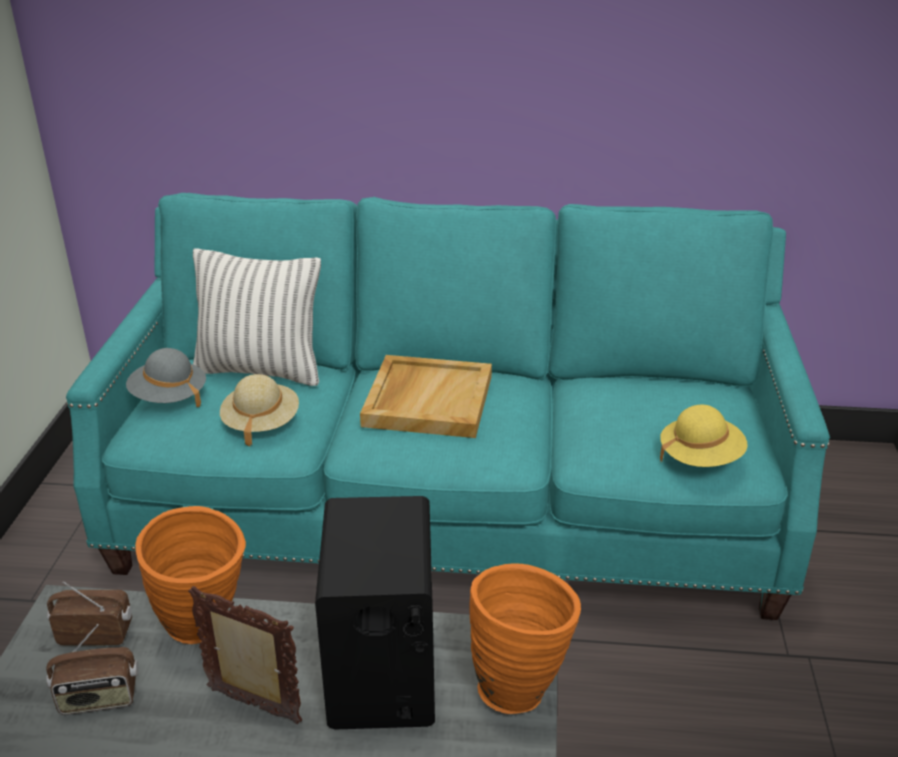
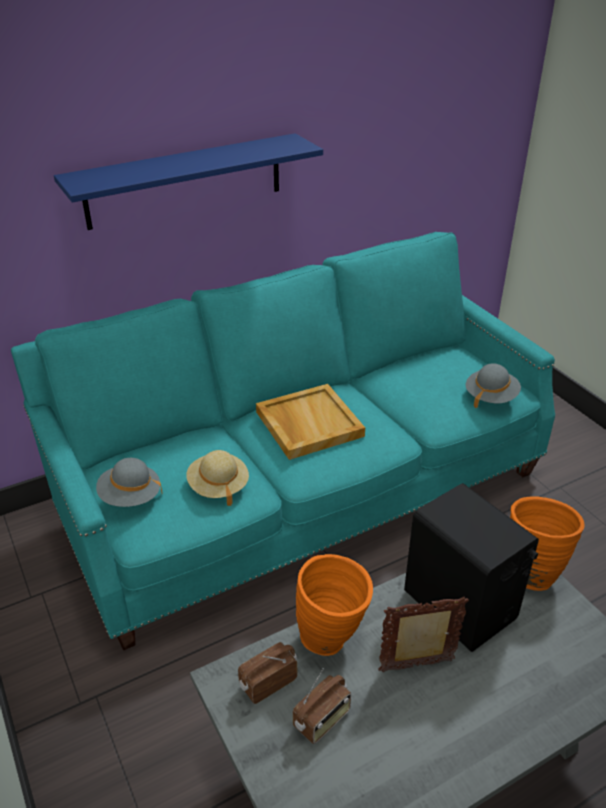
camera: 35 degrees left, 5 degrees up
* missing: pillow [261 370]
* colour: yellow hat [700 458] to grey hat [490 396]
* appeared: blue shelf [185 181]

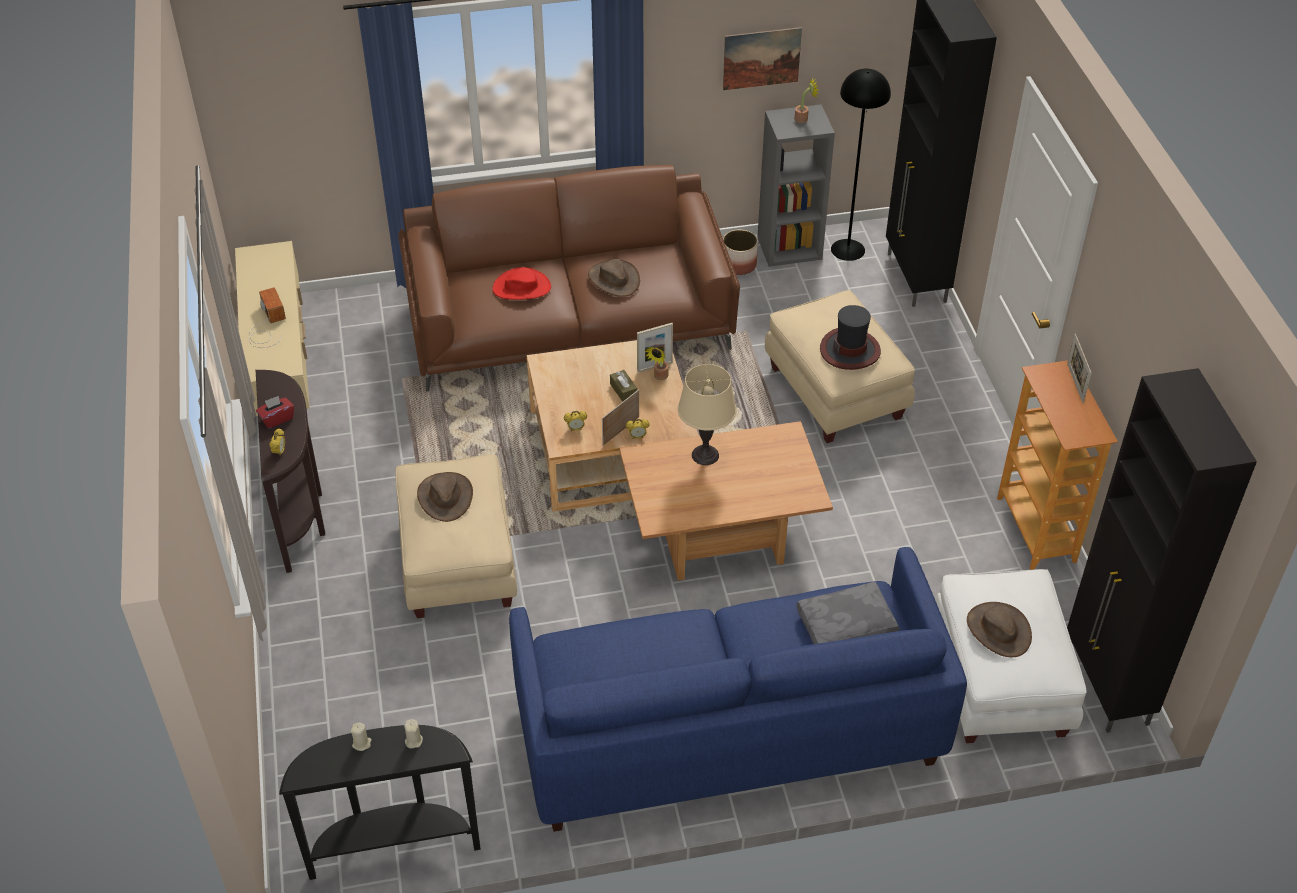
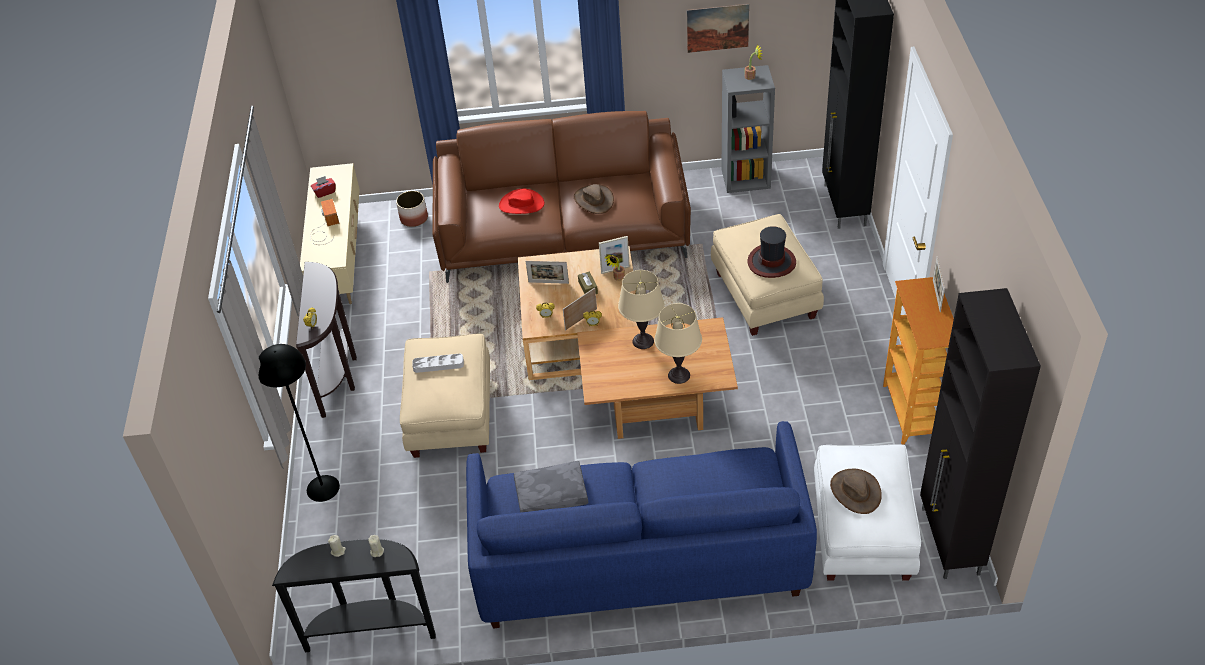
camera: 10 degrees right, 0 degrees up
* relocated: red tissue box [277 419] to [324 192]
* exchanged: brown hat [445 497] to grey tray [438 365]
* relocated: planter [739 264] to [414 218]
* relocated: grey pillow [846 626] to [551 495]
* relocated: black floor lamp [847 249] to [322 488]
* appeared: picture frame [548 282]
* appeared: beige table lamp [679 375]

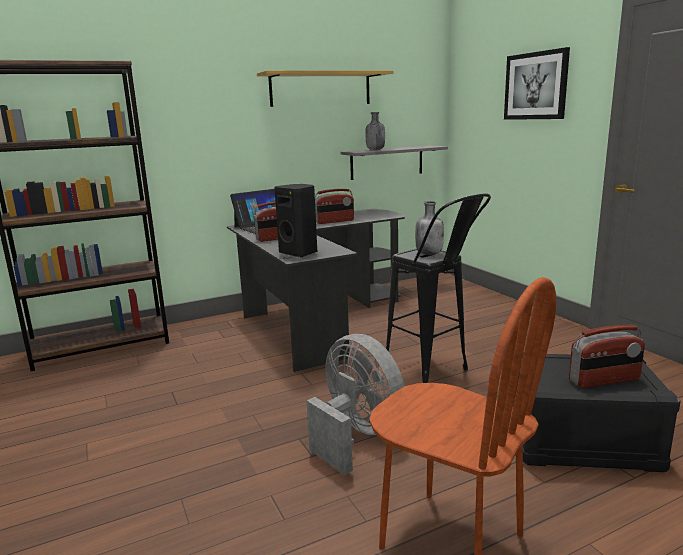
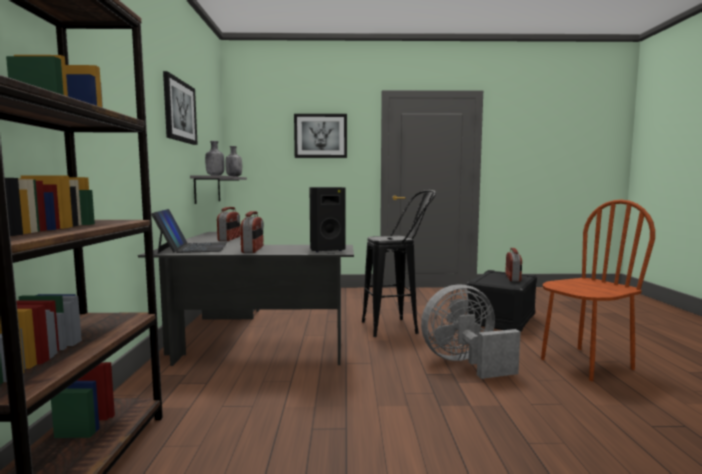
camera: 65 degrees left, 10 degrees down
* exchanged: shelf [321 89] to picture [179 111]
* relocated: grey bottle [429 254] to [234 176]

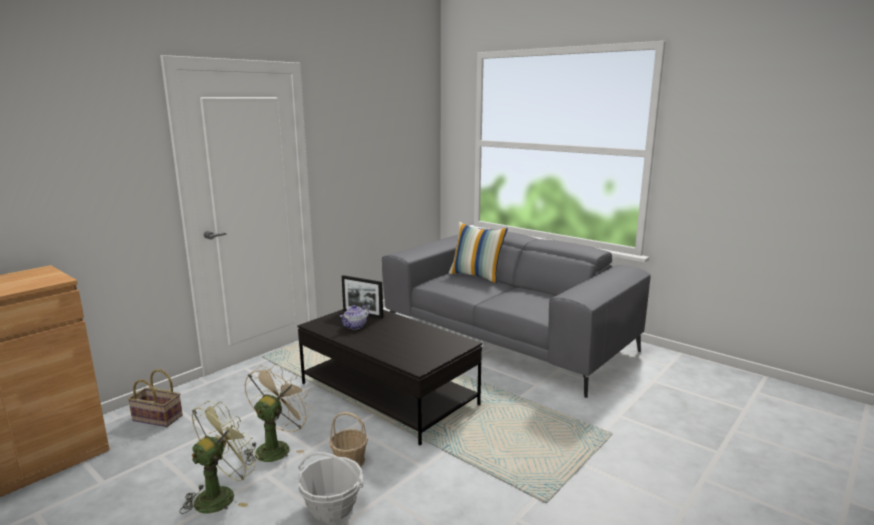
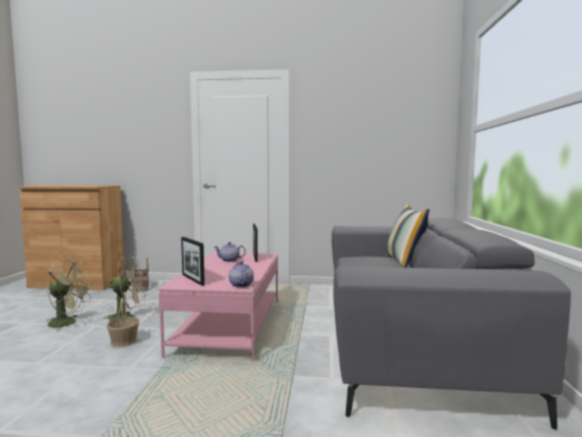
camera: 55 degrees right, 10 degrees down
* missing: basket [332 507]
* colour: black coffee table [388 394] to pink coffee table [230 325]
* appeared: picture frame [193 279]
* appeared: teapot [240 285]

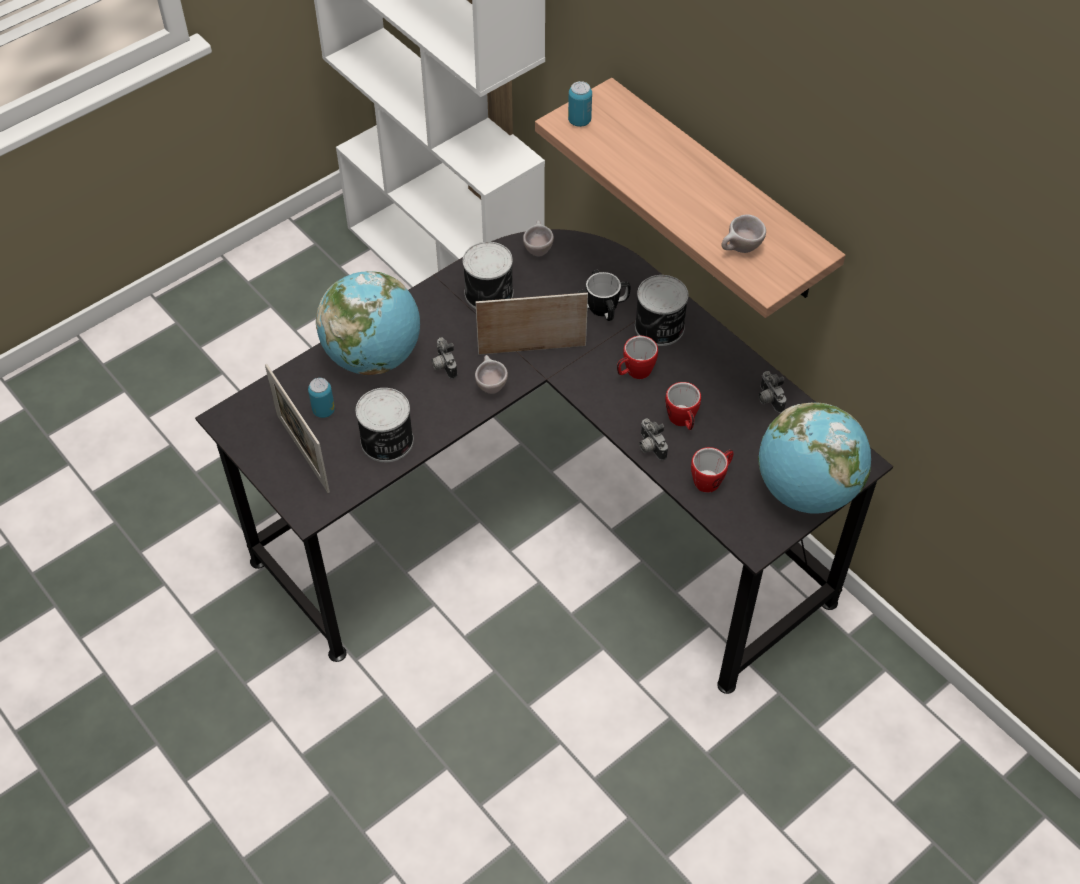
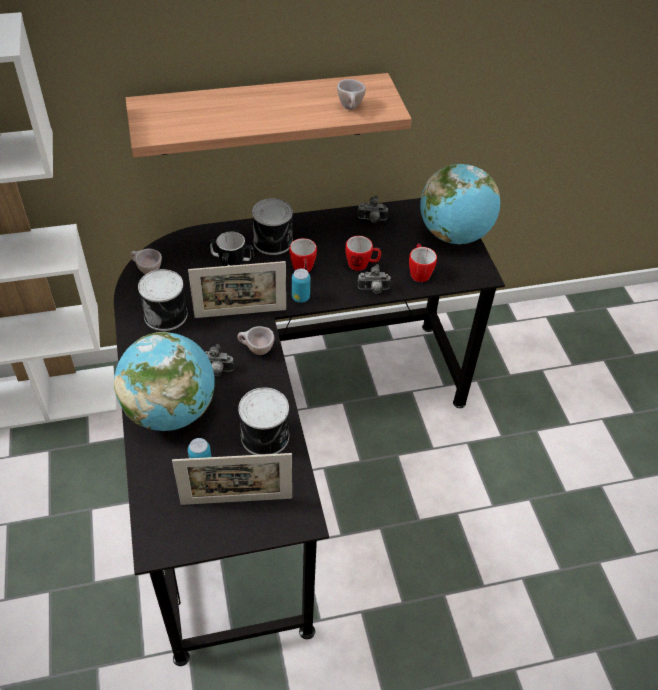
camera: 65 degrees left, 5 degrees down
* spun: picture frame [532 349] = [240 313] 120 degrees counterclockwise
* relocated: can [579 121] to [300 297]

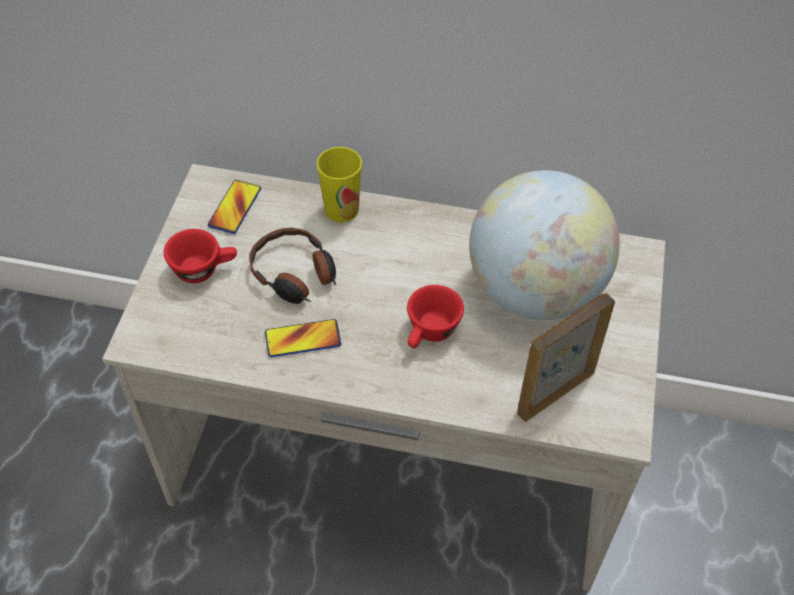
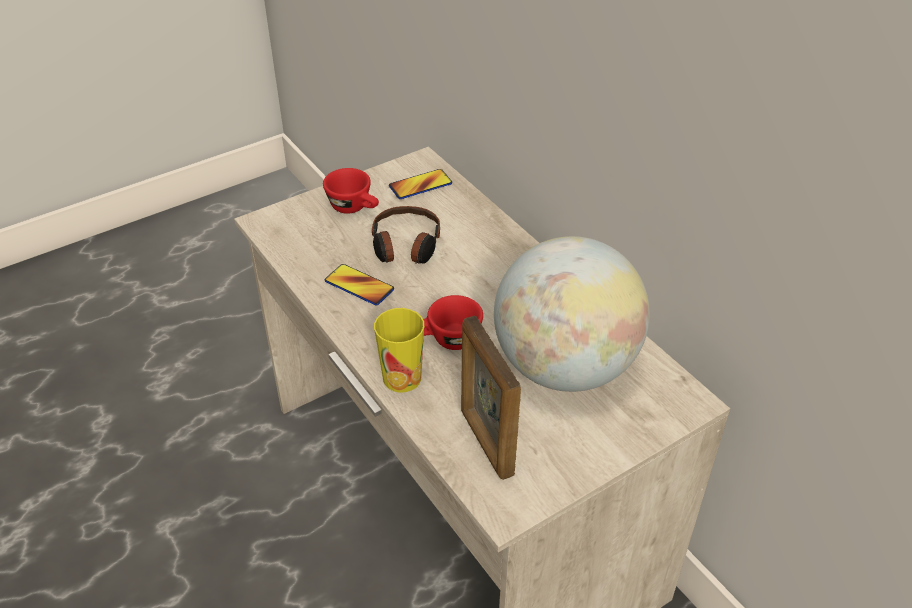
camera: 45 degrees right, 10 degrees down
* relocated: cup [341 209] to [402 378]
* spun: picture frame [554 393] = [486 442] 120 degrees counterclockwise

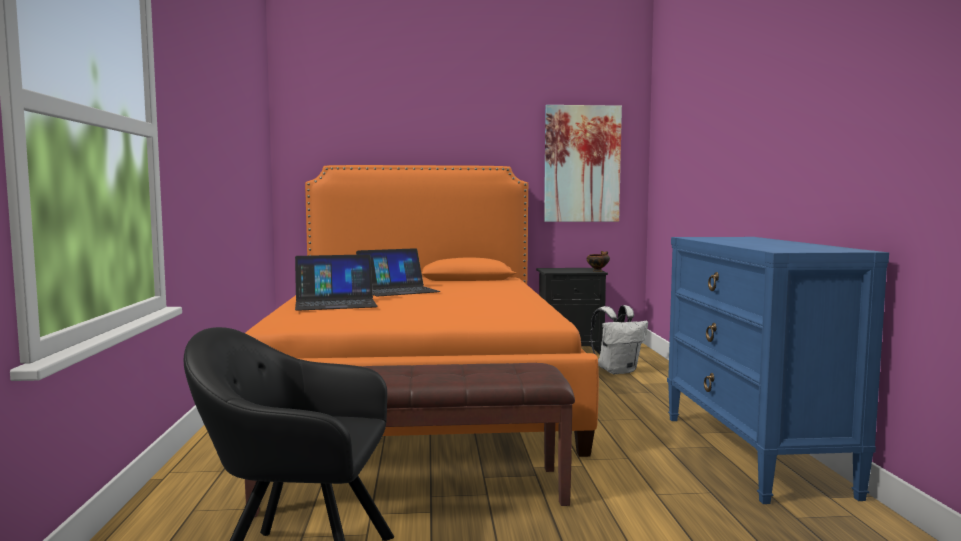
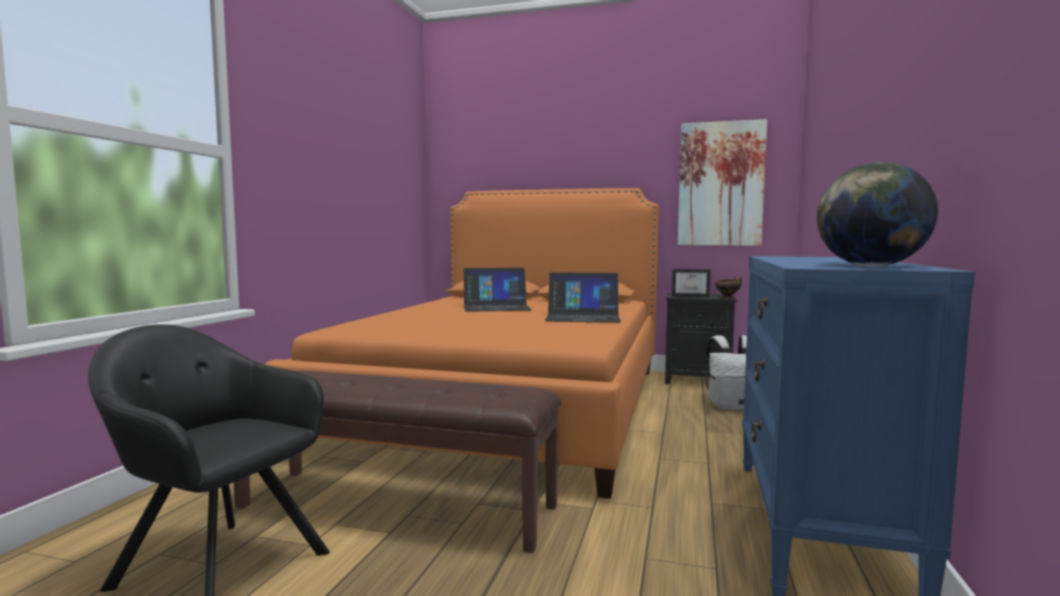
camera: 20 degrees right, 0 degrees up
* relocated: laptop [335 303] to [583 317]
* appeared: picture frame [690 296]
* appeared: globe [870 266]

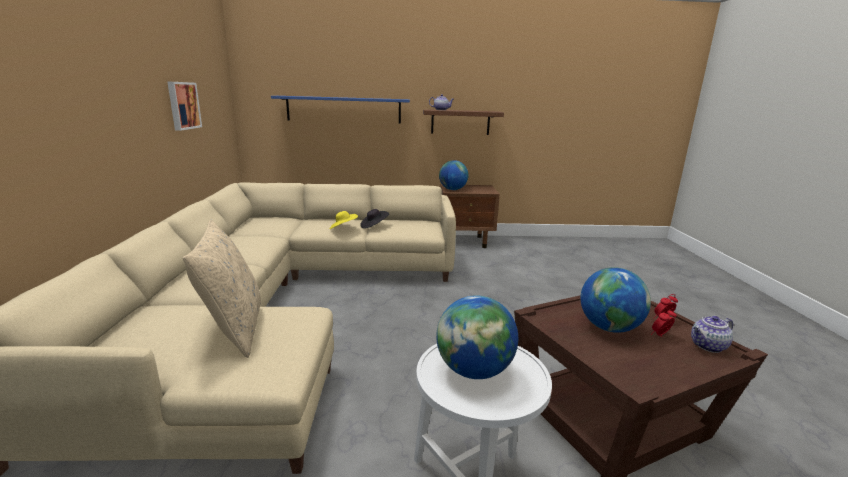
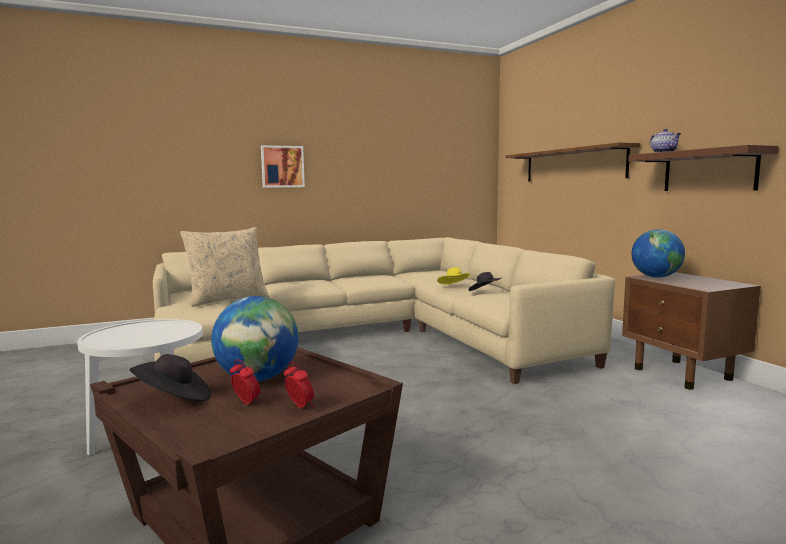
camera: 70 degrees right, 10 degrees down
* relocated: picture [183 105] to [282 166]
* colour: blue shelf [344 109] to brown shelf [573 165]
* missing: globe [474 371]
* missing: teapot [708 346]
* appeared: black hat [174 399]

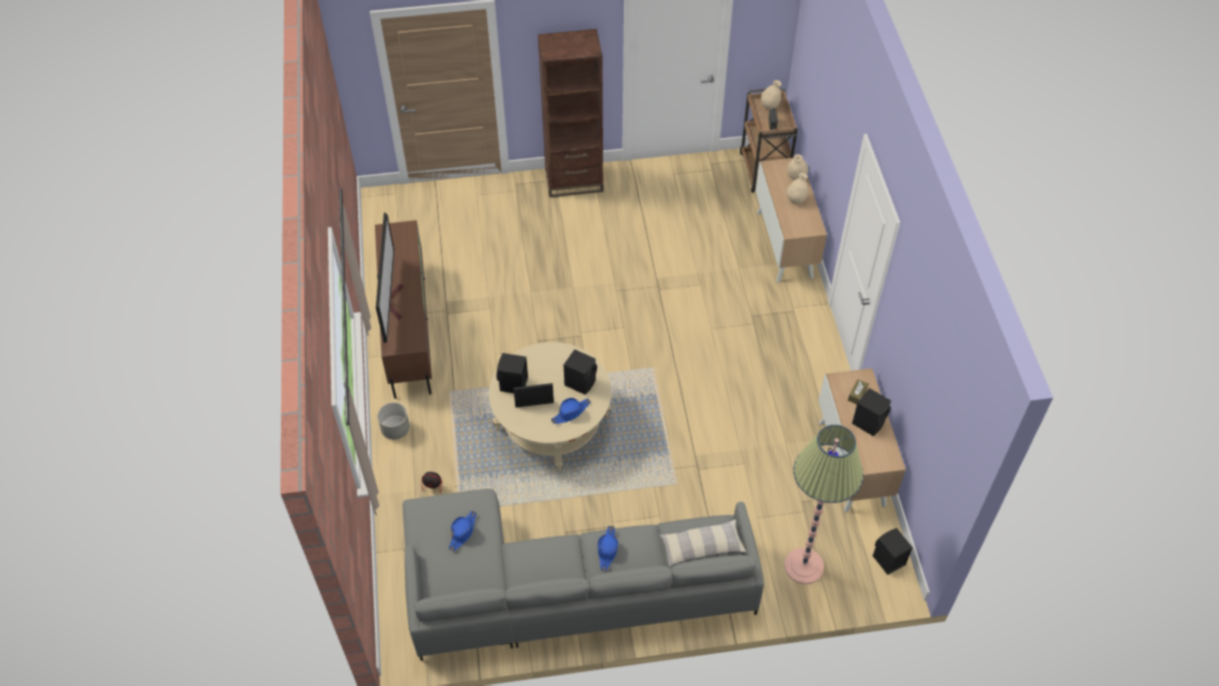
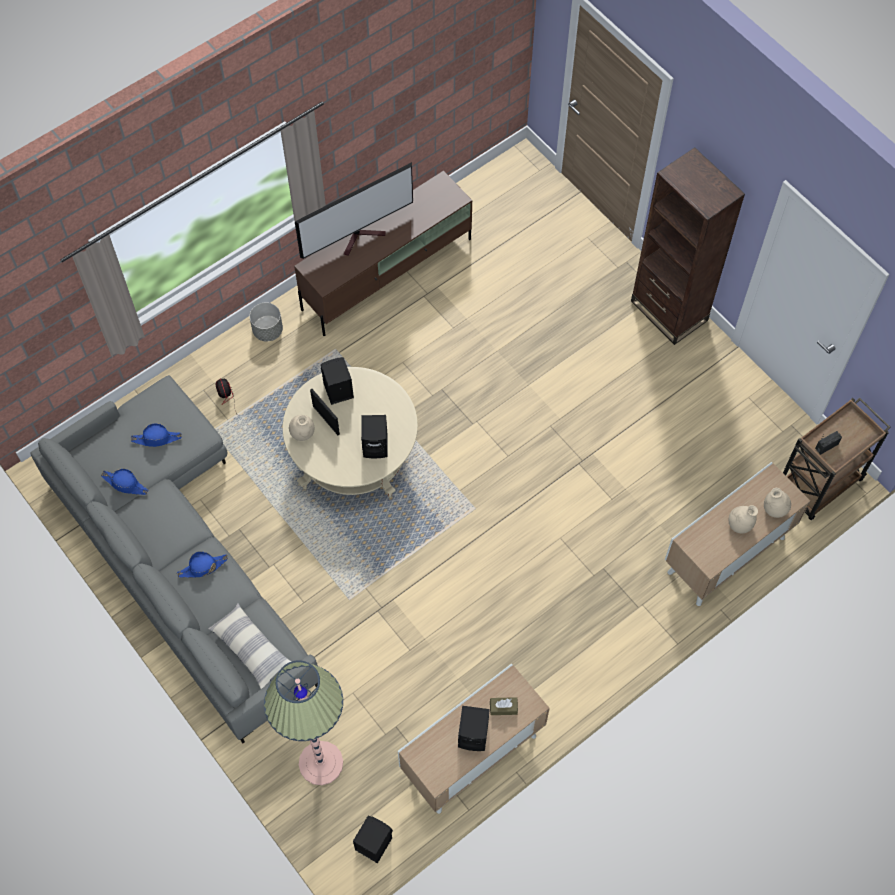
camera: 60 degrees right, 10 degrees up
* relocated: blue hat [571 412] to [125 484]
* relocated: beige vase [770 106] to [302 434]

